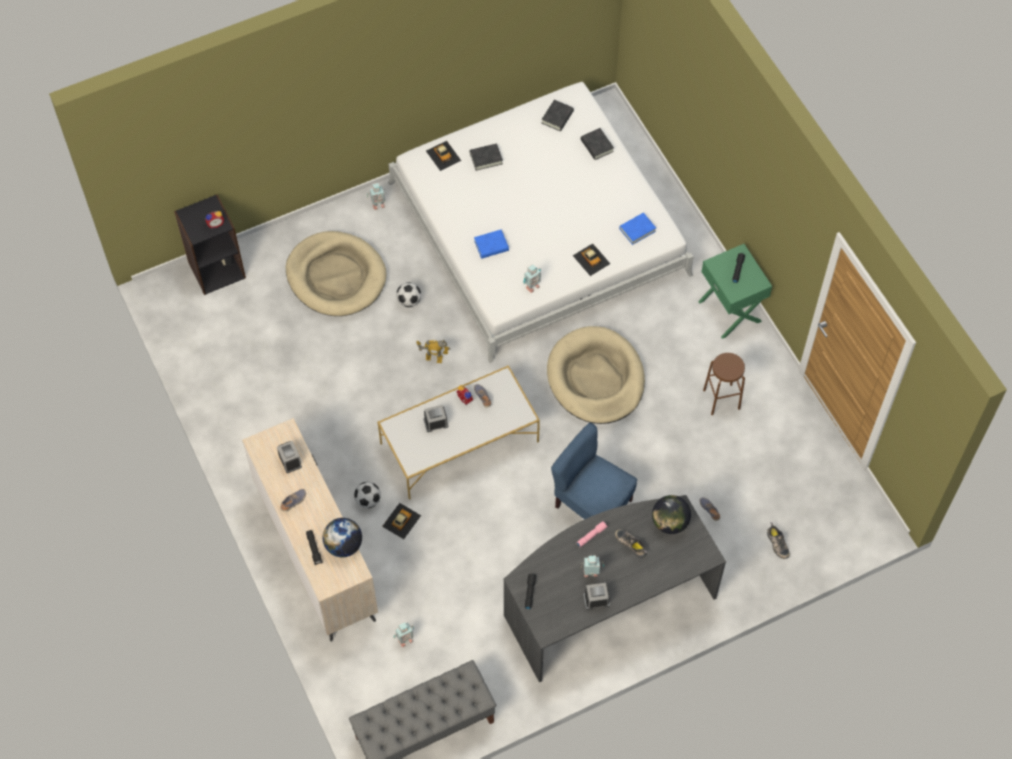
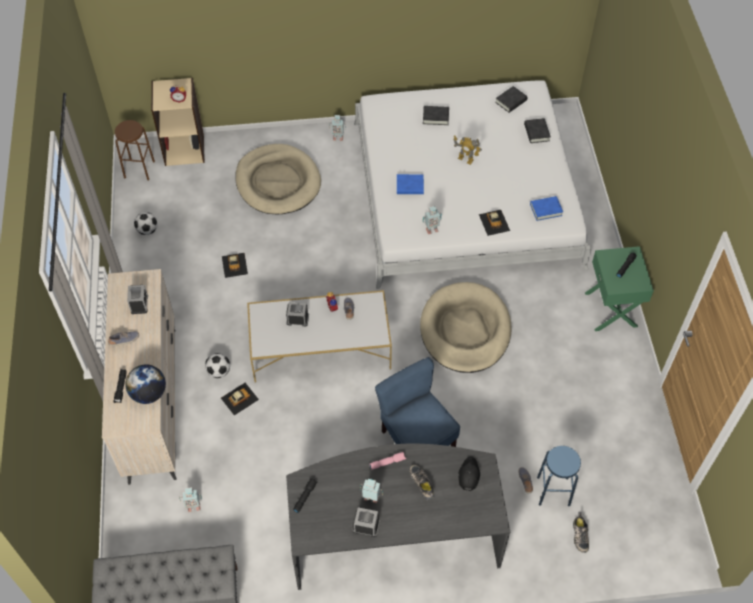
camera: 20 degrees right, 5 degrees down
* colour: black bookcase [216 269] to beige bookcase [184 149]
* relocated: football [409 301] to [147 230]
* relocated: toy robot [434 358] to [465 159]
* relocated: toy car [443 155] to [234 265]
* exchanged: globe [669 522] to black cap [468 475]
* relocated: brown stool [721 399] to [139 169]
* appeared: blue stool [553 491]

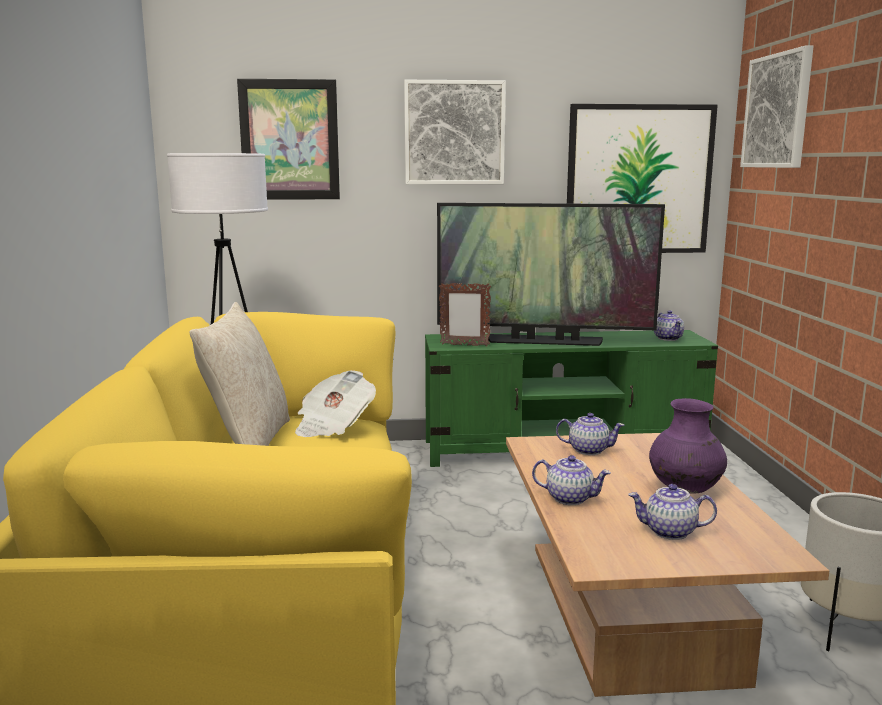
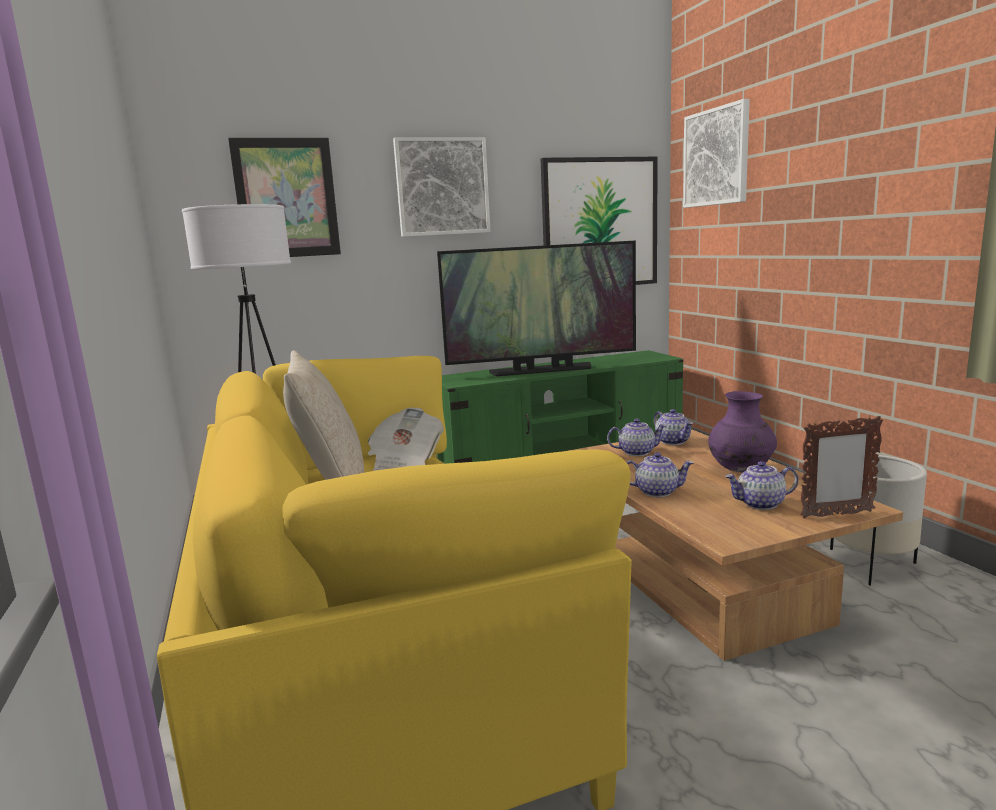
camera: 15 degrees left, 0 degrees up
* relocated: picture frame [464 345] to [836 514]
* relocated: teapot [668 338] to [672 441]

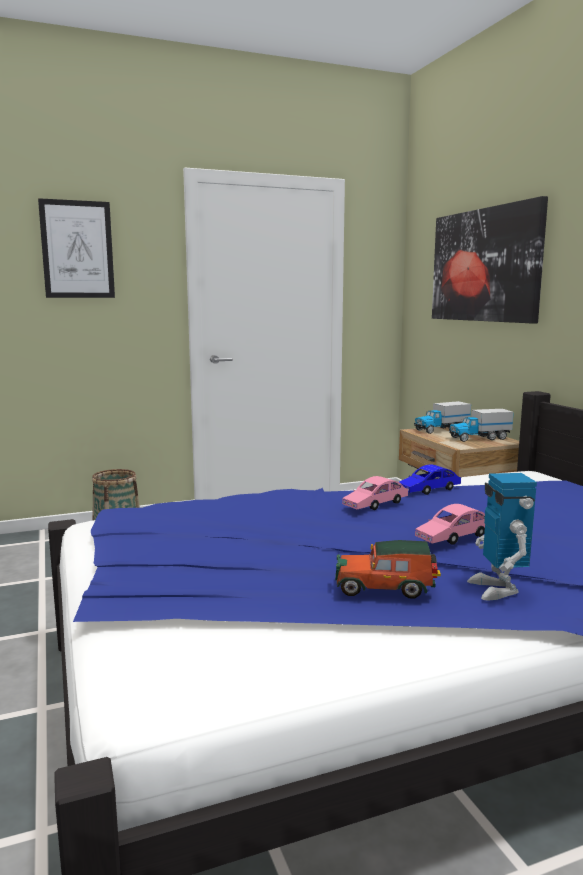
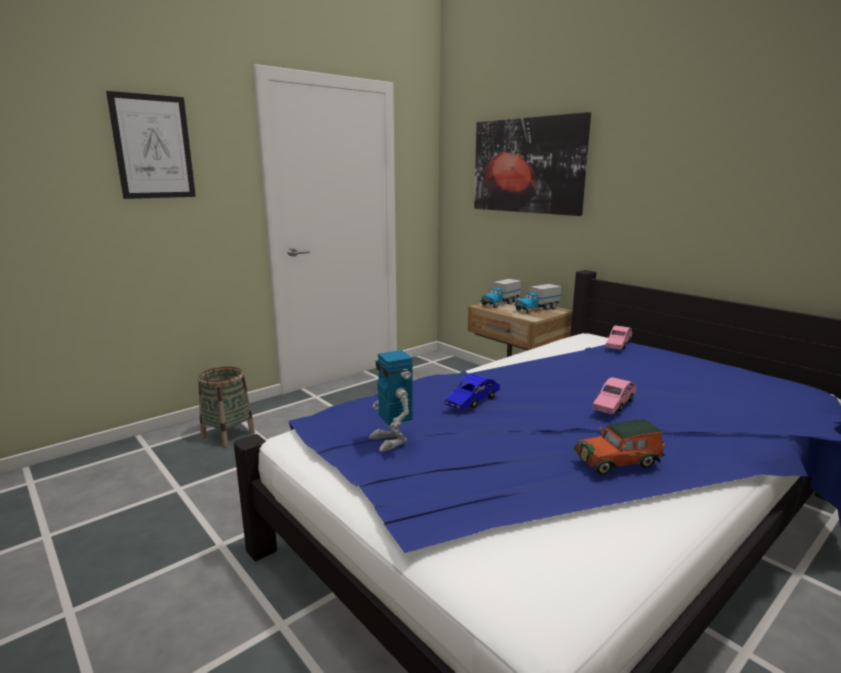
camera: 20 degrees left, 5 degrees up
* relocated: pink toy car [375 504] to [618 345]
* relocated: blue toy car [429 490] to [472 401]
* relocated: toy robot [498 589] to [391 440]

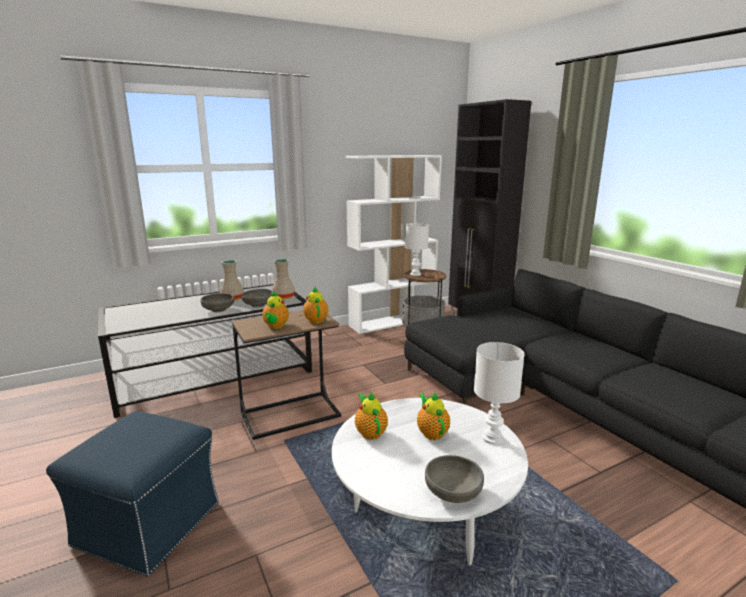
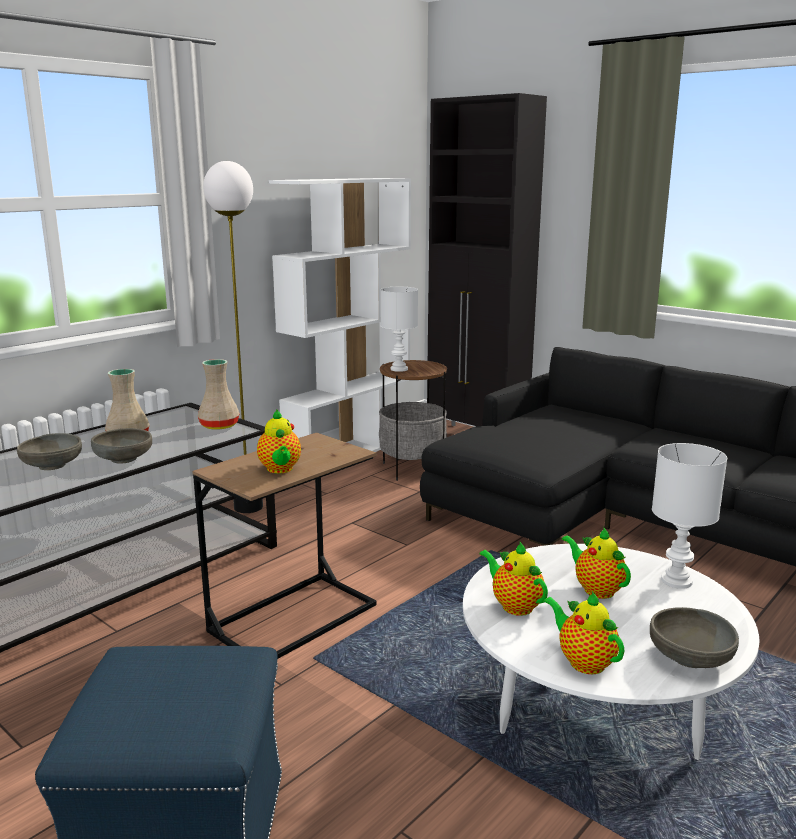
camera: 20 degrees left, 0 degrees up
* relocated: grey bowl [258 305] to [52 465]
* relocated: teapot [315 320] to [583 661]
* appeared: floor lamp [249 507]

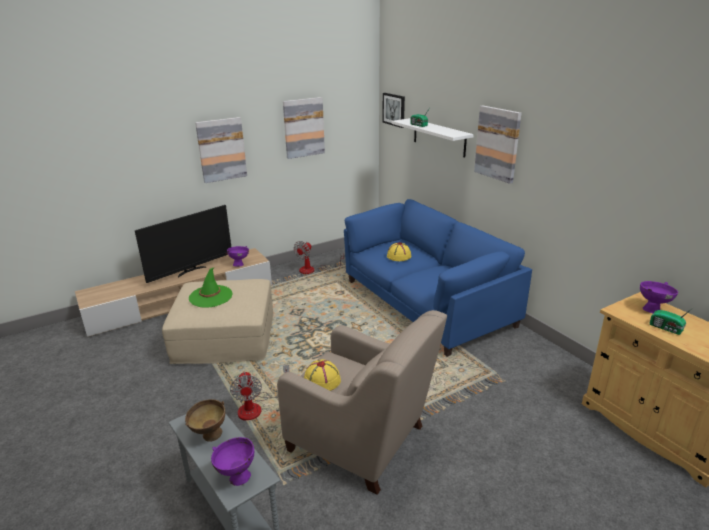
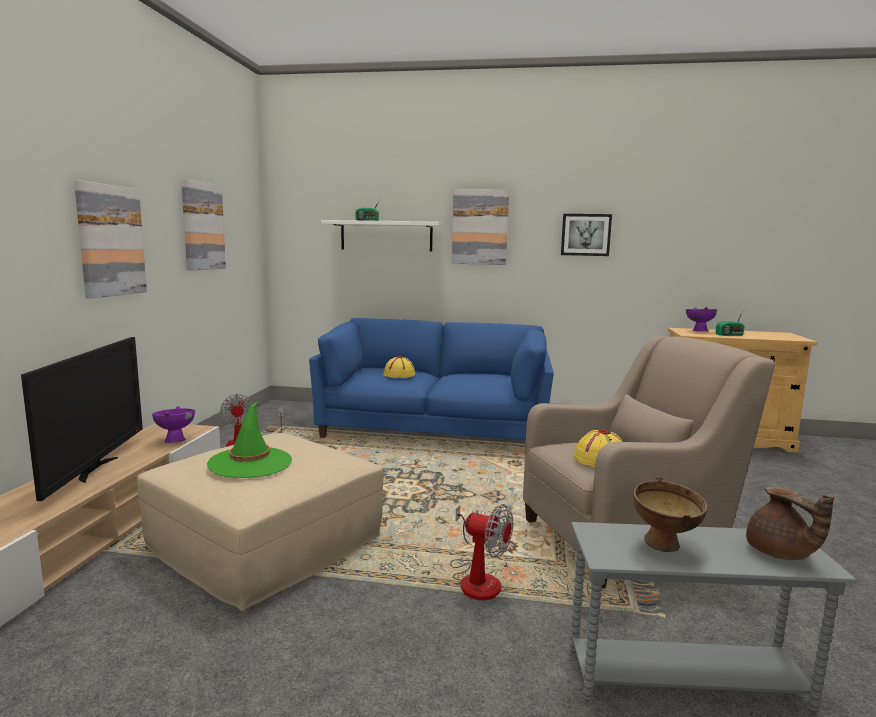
camera: 50 degrees left, 15 degrees down
* exchanged: purple bowl [235 476] to brown teapot [779 553]
* relocated: picture [394 109] to [585 235]

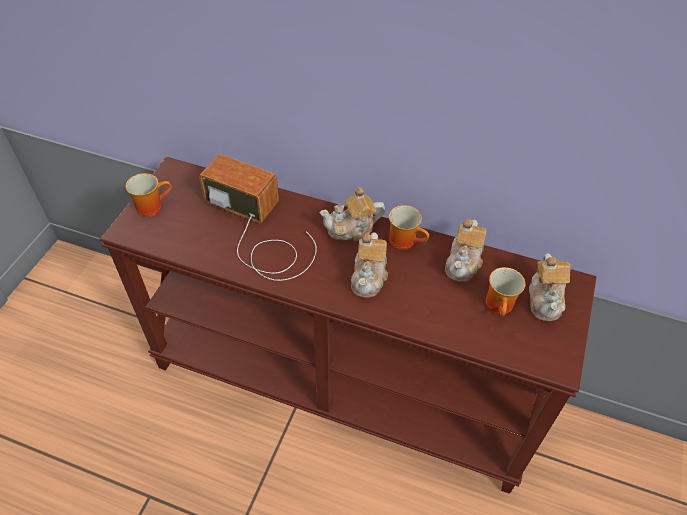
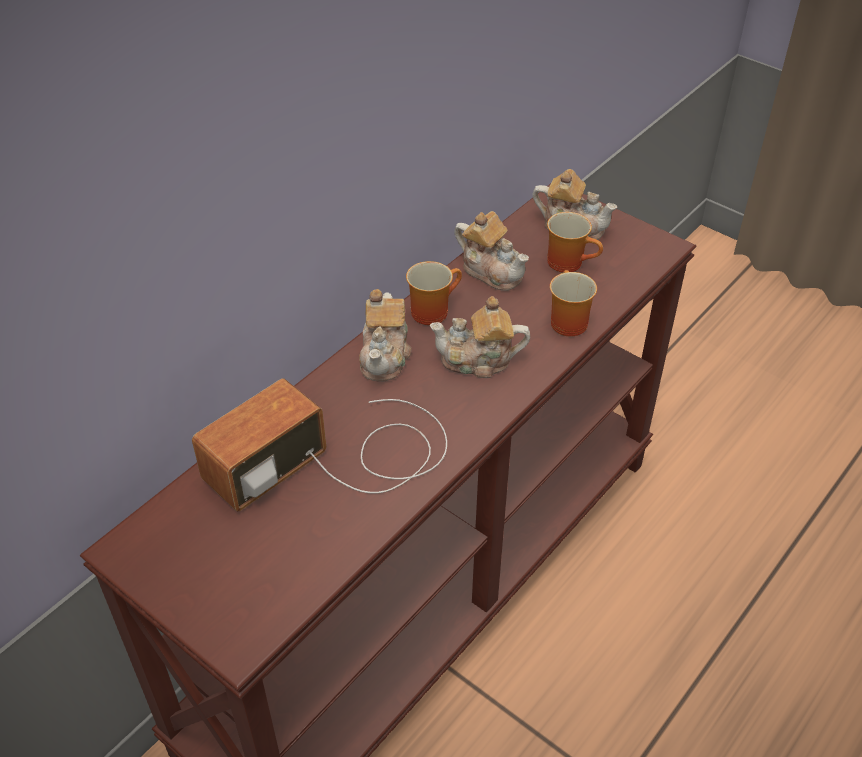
camera: 70 degrees left, 5 degrees down
* relocated: mug [152 205] to [565 321]
* spun: teapot [369 277] = [478 360] 150 degrees clockwise

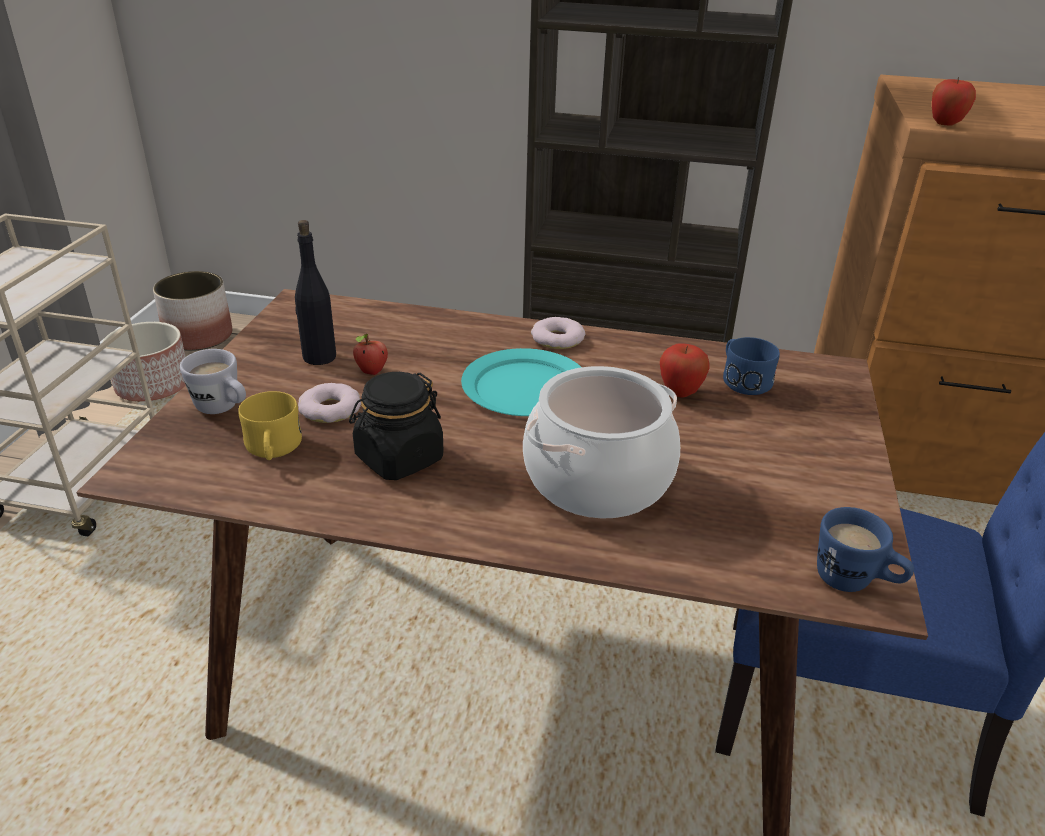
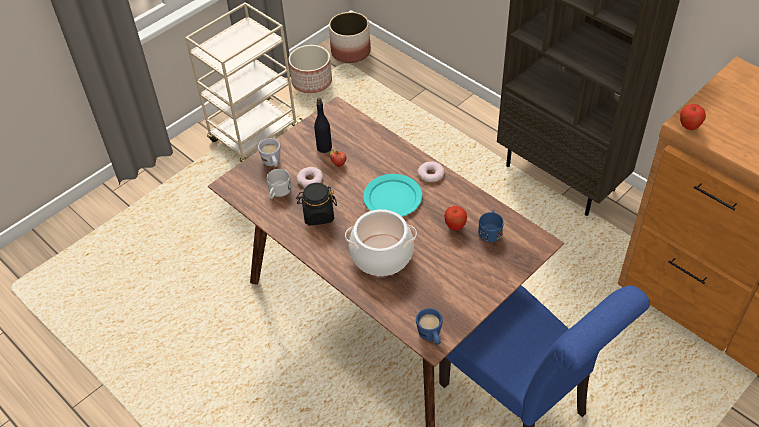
camera: 35 degrees right, 15 degrees up
* colour: yellow mug [273 450] to white mug [278 192]

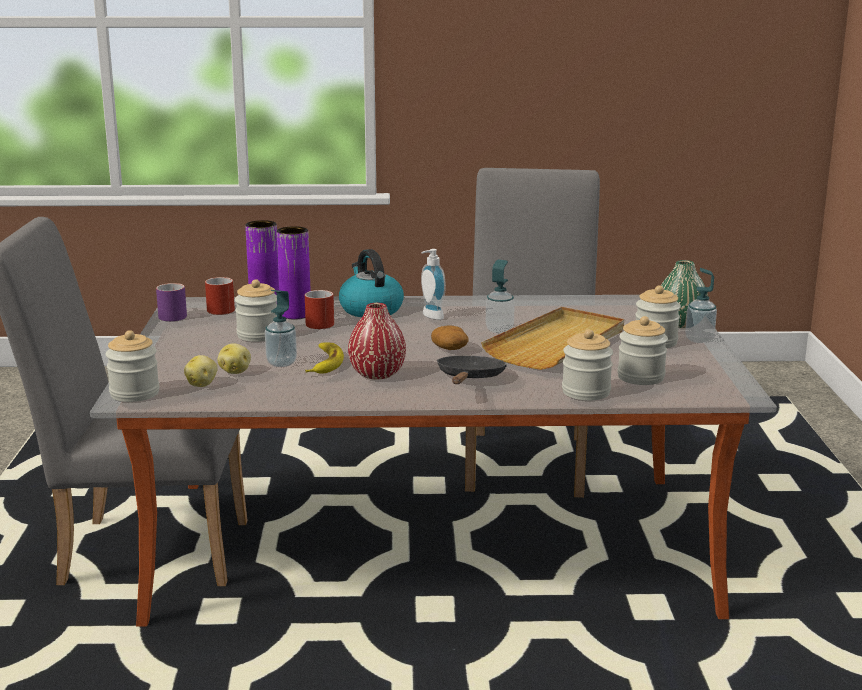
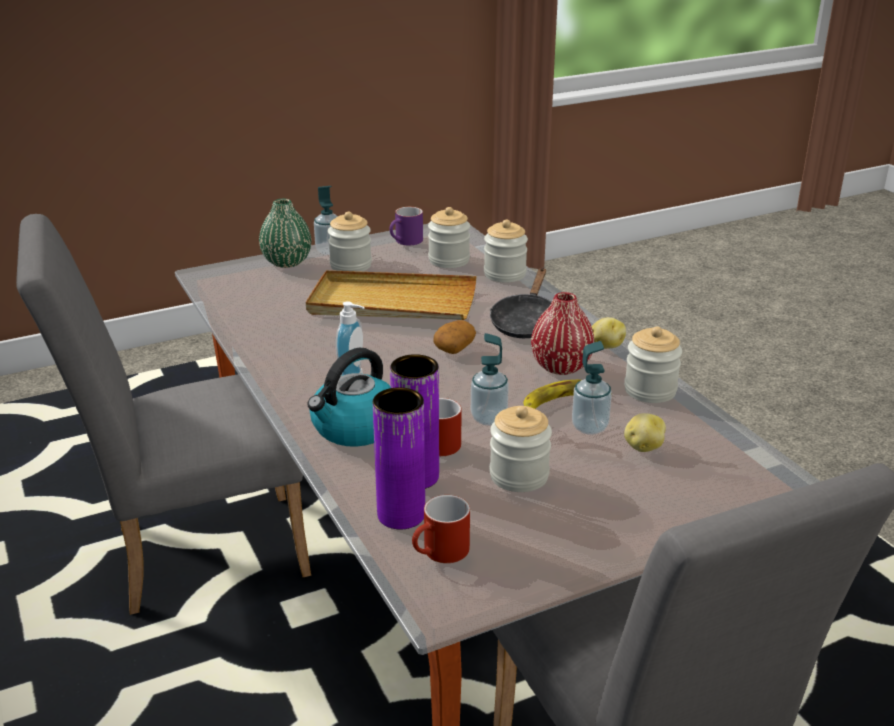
camera: 115 degrees left, 10 degrees up
* relocated: jar [134 393] to [650 390]
* relocated: purple mug [170 315] to [406 242]
* relocated: potato [202 384] to [605 346]
* spun: black frying pan [470 379] = [525 322] 60 degrees counterclockwise
* relocated: soap dispenser [499 330] to [488 418]

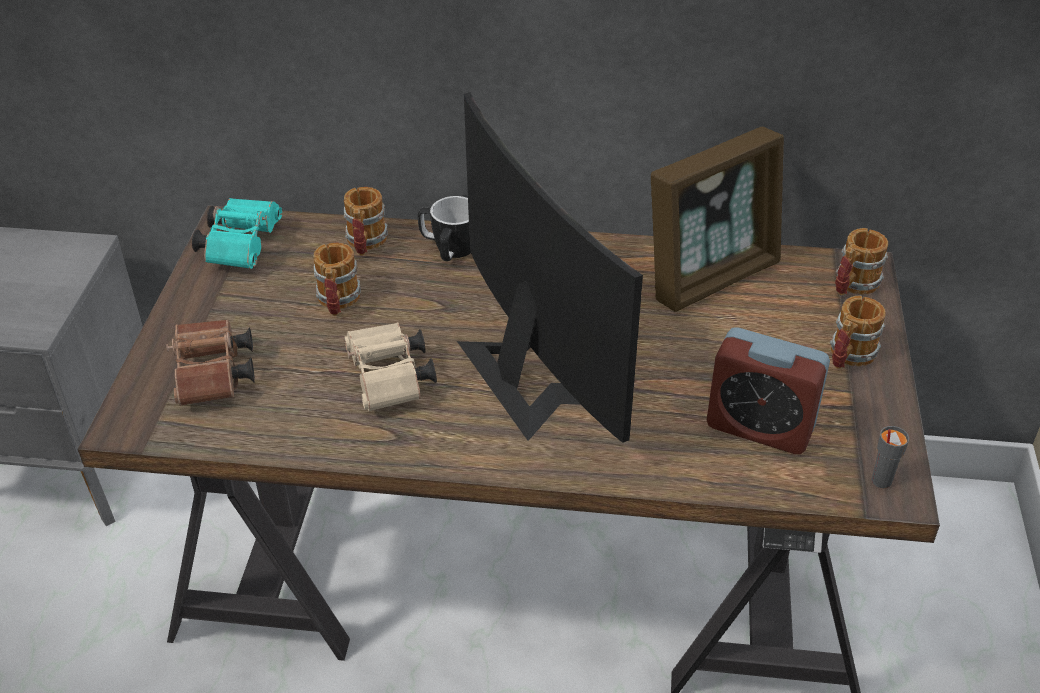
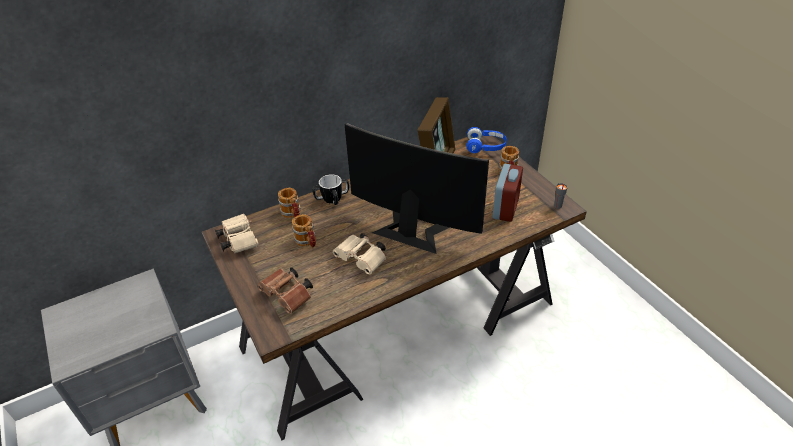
camera: 35 degrees left, 0 degrees up
* colour: turquoise binoculars [242 245] to beige binoculars [238 240]
* spun: alarm clock [760 427] = [505 208] 60 degrees counterclockwise
* exchanged: mug [852 286] to blue headphones [485 147]

